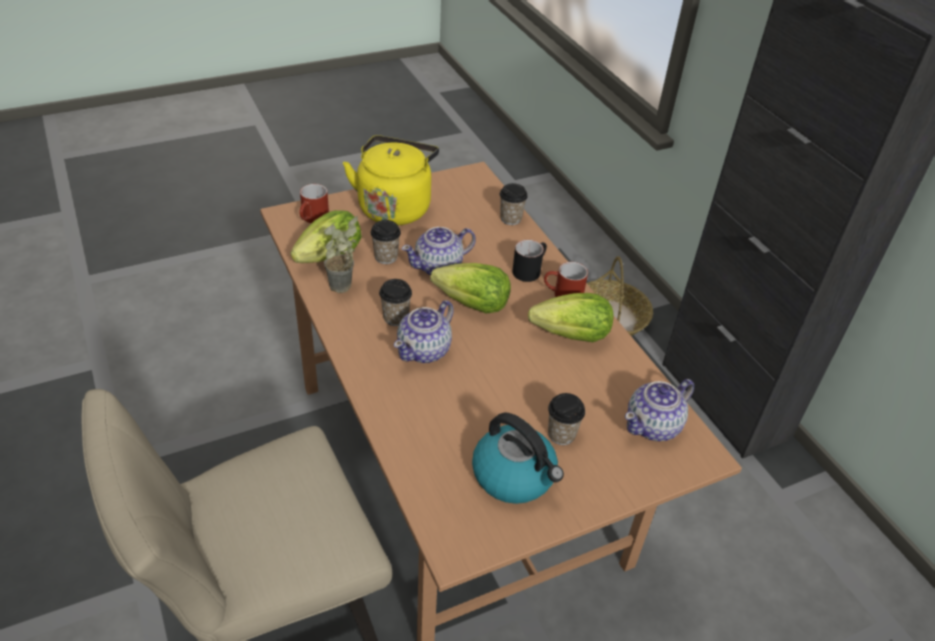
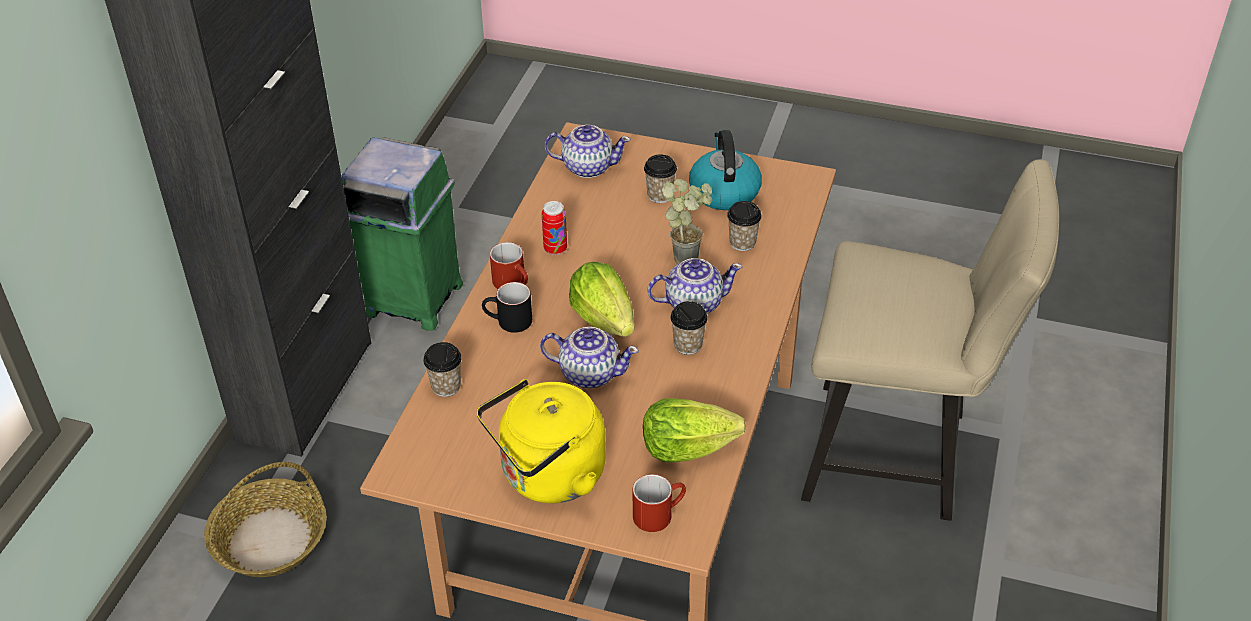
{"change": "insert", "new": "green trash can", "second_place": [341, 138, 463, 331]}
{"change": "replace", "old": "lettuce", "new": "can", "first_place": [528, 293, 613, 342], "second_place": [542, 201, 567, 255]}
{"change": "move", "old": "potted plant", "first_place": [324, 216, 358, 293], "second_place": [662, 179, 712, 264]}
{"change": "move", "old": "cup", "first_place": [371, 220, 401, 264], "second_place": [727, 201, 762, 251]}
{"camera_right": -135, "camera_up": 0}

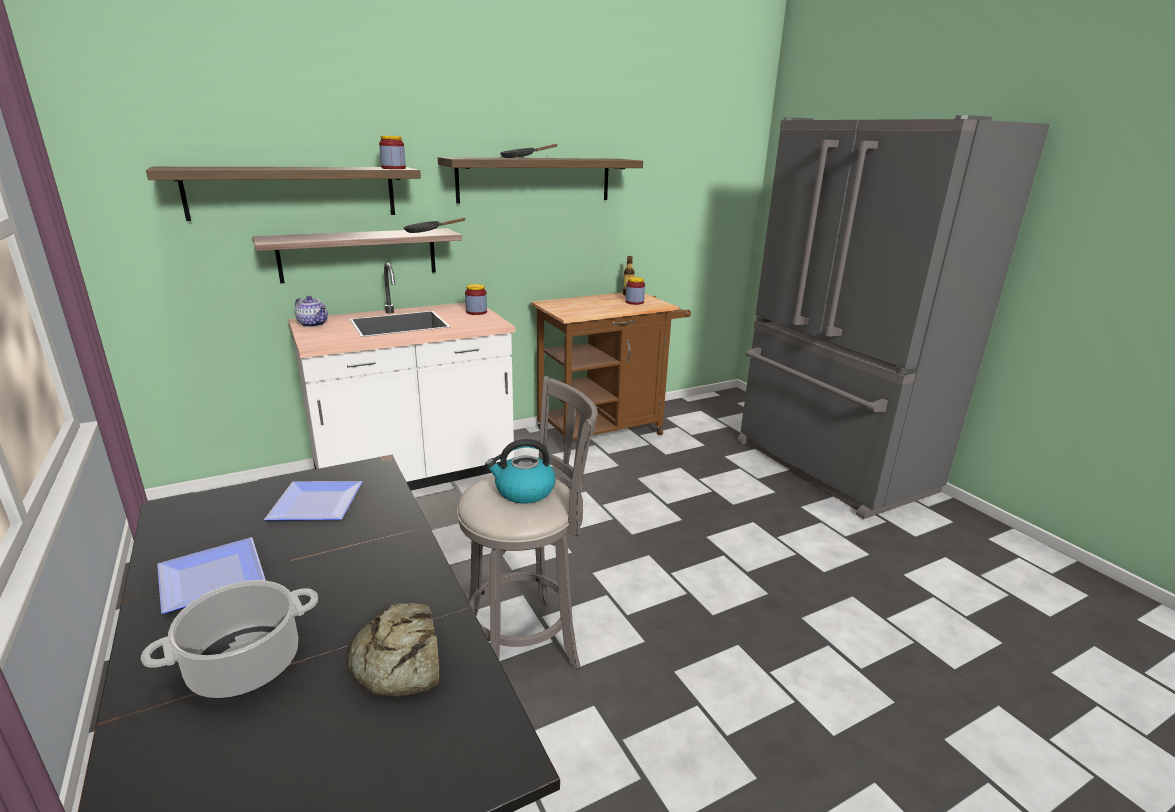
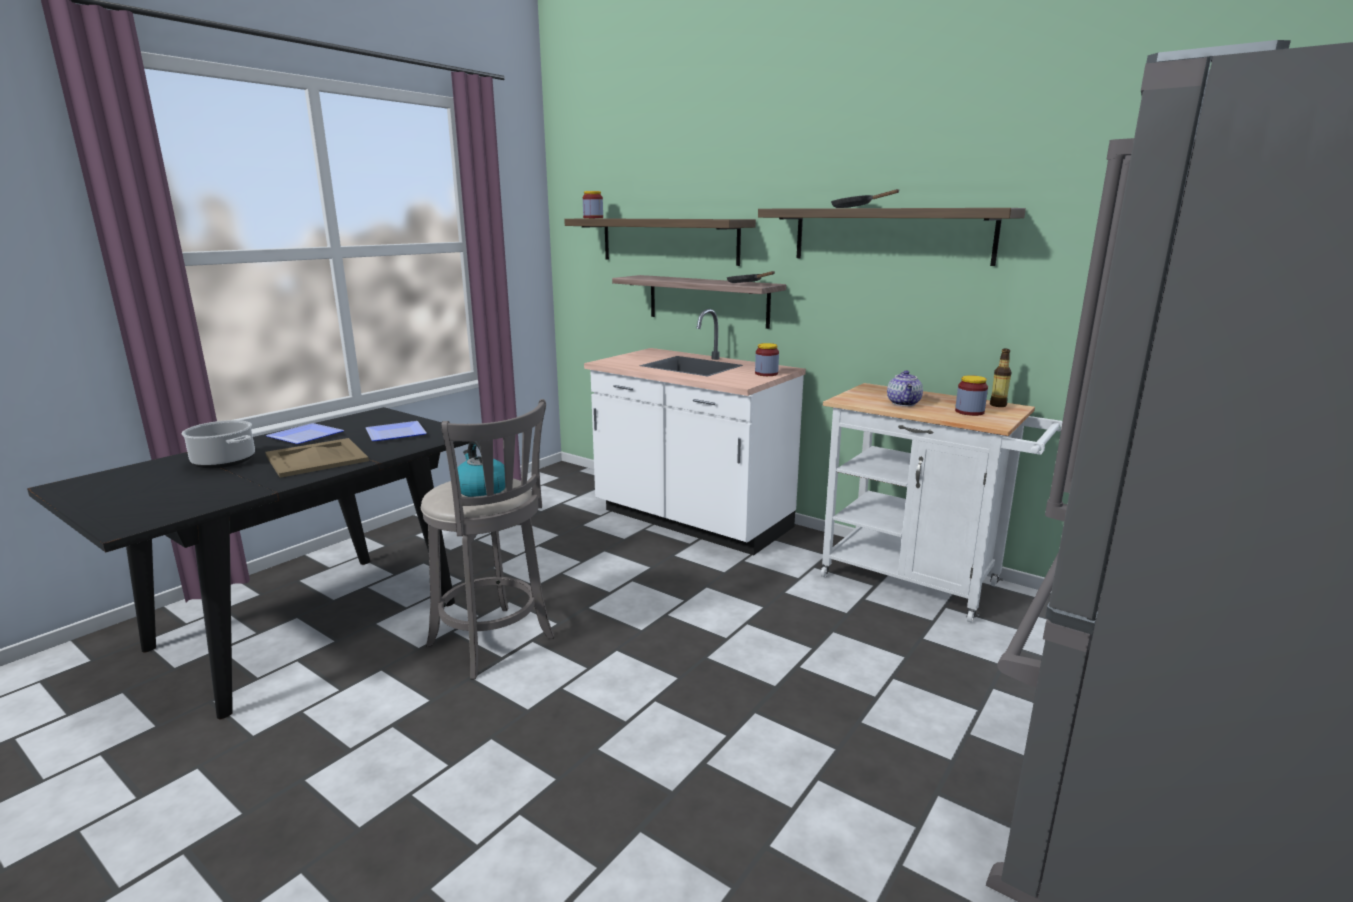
{"change": "insert", "new": "beige tray", "second_place": [265, 438, 369, 478]}
{"change": "move", "old": "jar", "first_place": [379, 136, 406, 169], "second_place": [583, 191, 603, 218]}
{"change": "recolor", "old": "brown cart", "new": "white cart", "first_place": [531, 292, 691, 454], "second_place": [821, 383, 1063, 623]}
{"change": "move", "old": "teapot", "first_place": [295, 296, 328, 327], "second_place": [887, 370, 923, 406]}
{"change": "delete", "old": "bread", "first_place": [348, 603, 439, 697]}
{"camera_right": 65, "camera_up": -5}

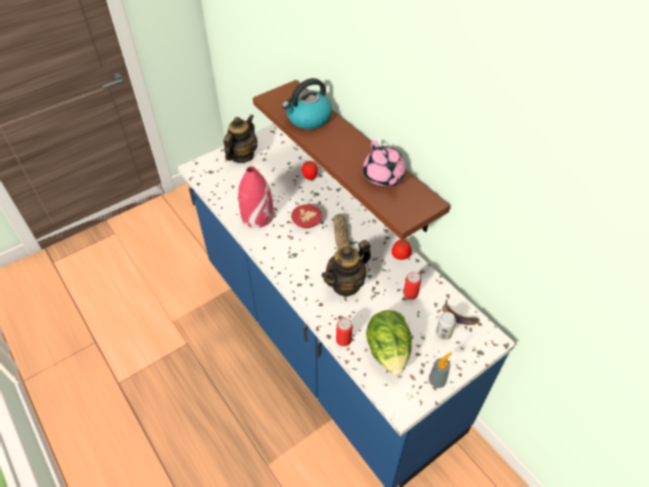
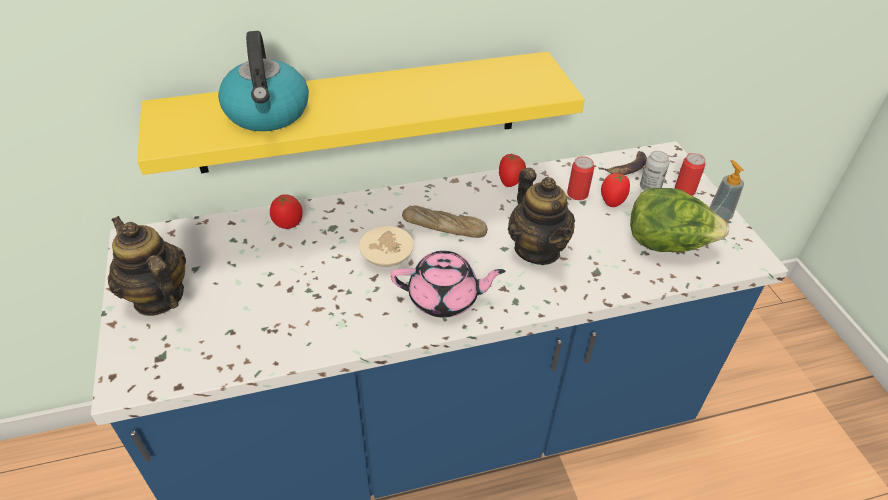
{"change": "recolor", "old": "brown shelf", "new": "yellow shelf", "first_place": [253, 80, 450, 240], "second_place": [137, 52, 585, 175]}
{"change": "recolor", "old": "red bowl", "new": "beige bowl", "first_place": [291, 204, 322, 228], "second_place": [359, 226, 414, 267]}
{"change": "move", "old": "pink teapot", "first_place": [363, 140, 406, 186], "second_place": [390, 251, 505, 318]}
{"change": "insert", "new": "tomato", "second_place": [601, 173, 630, 207]}
{"change": "move", "old": "can", "first_place": [336, 318, 352, 346], "second_place": [674, 153, 706, 196]}
{"change": "delete", "old": "red vase", "first_place": [238, 166, 274, 228]}
{"camera_right": -70, "camera_up": -5}

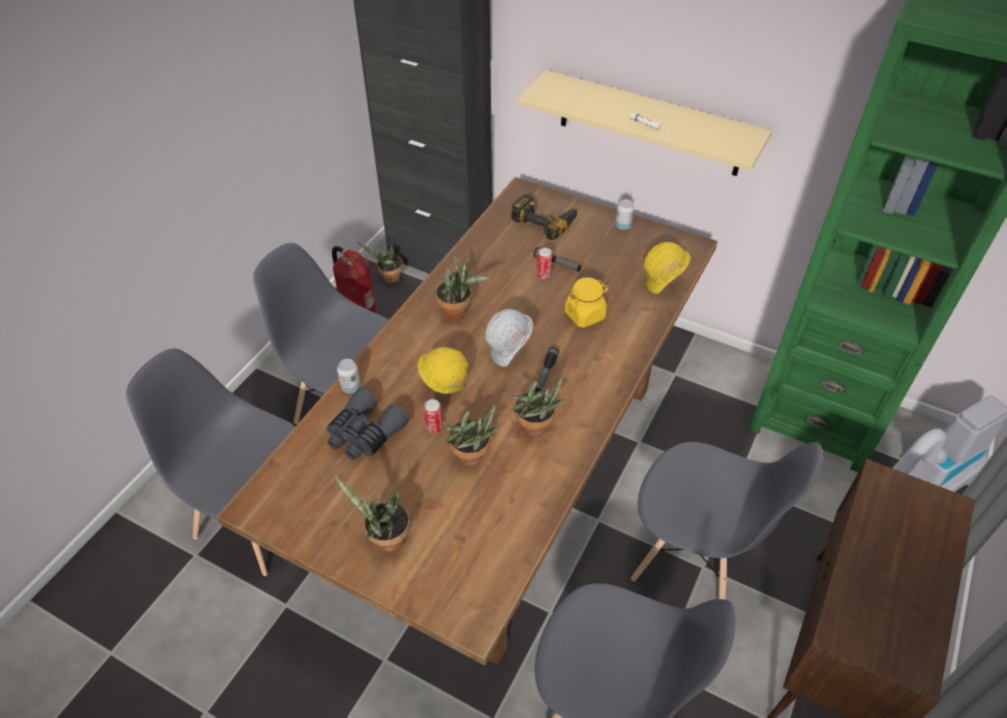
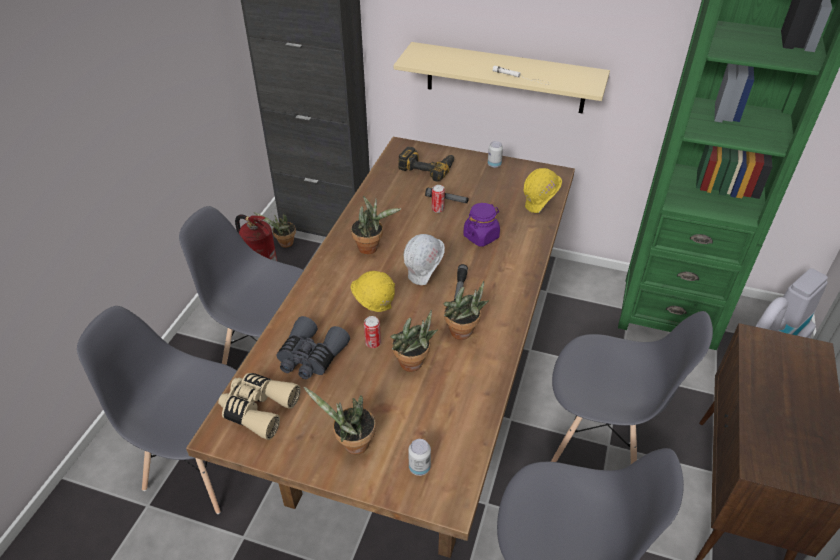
{"change": "insert", "new": "beige binoculars", "second_place": [218, 373, 301, 440]}
{"change": "move", "old": "can", "first_place": [337, 359, 361, 393], "second_place": [408, 439, 431, 476]}
{"change": "recolor", "old": "yellow jar", "new": "purple jar", "first_place": [565, 277, 608, 328], "second_place": [463, 203, 500, 247]}
{"camera_right": -10, "camera_up": -5}

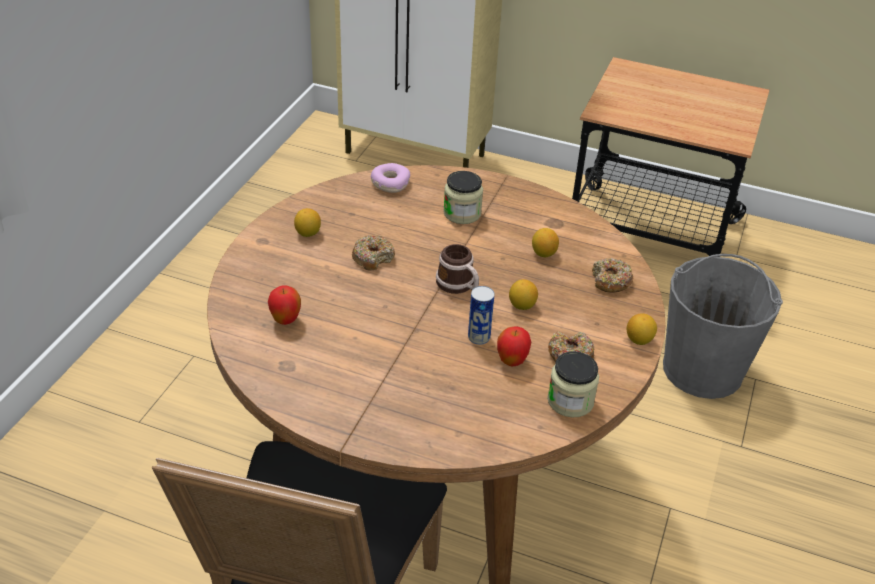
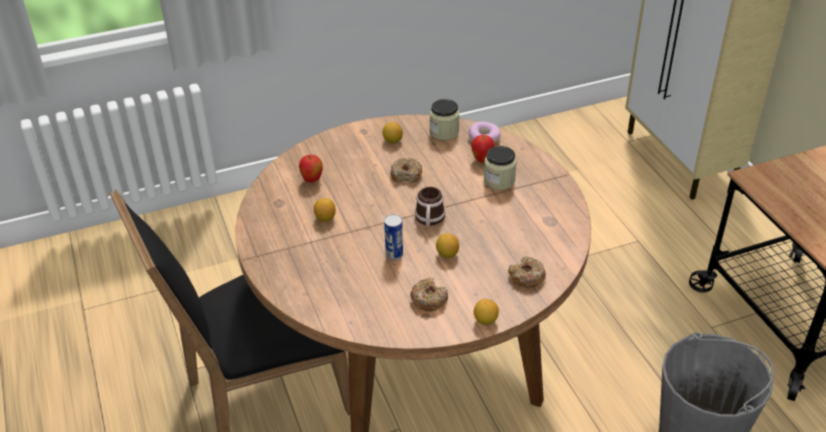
{"change": "move", "old": "lemon", "first_place": [532, 228, 559, 257], "second_place": [314, 198, 336, 222]}
{"change": "move", "old": "jar", "first_place": [547, 351, 599, 417], "second_place": [430, 99, 459, 140]}
{"change": "move", "old": "apple", "first_place": [497, 327, 531, 366], "second_place": [471, 135, 495, 163]}
{"camera_right": 50, "camera_up": 0}

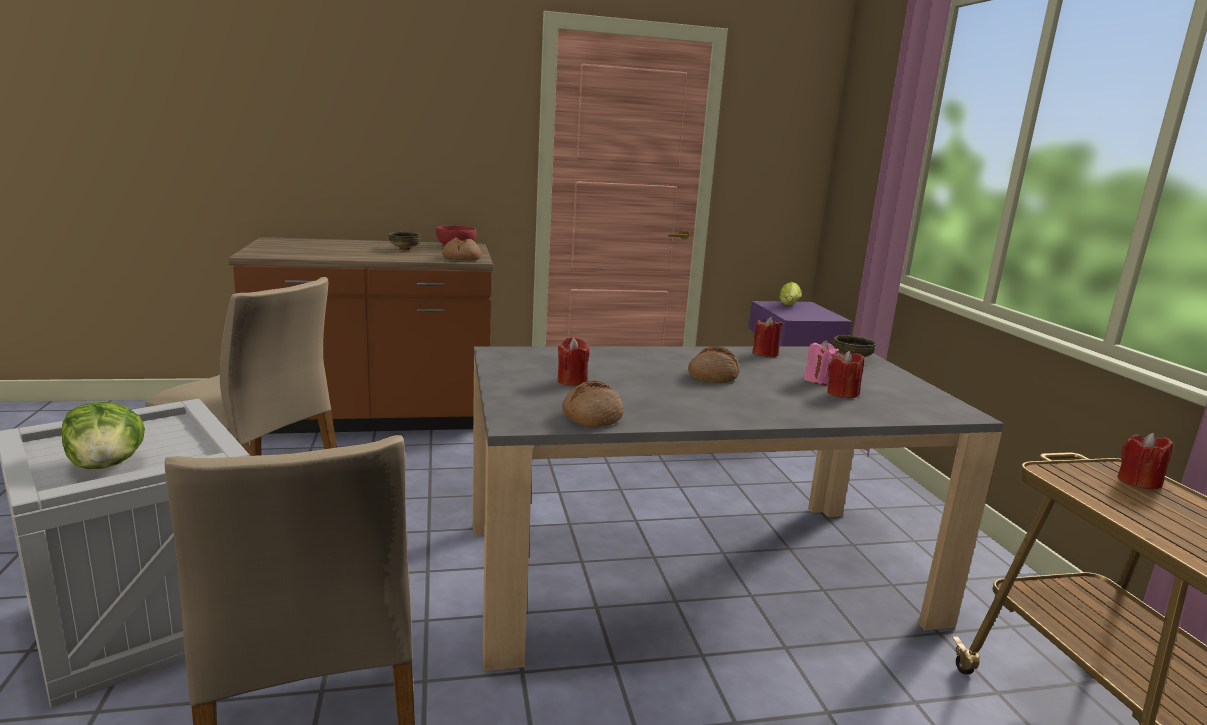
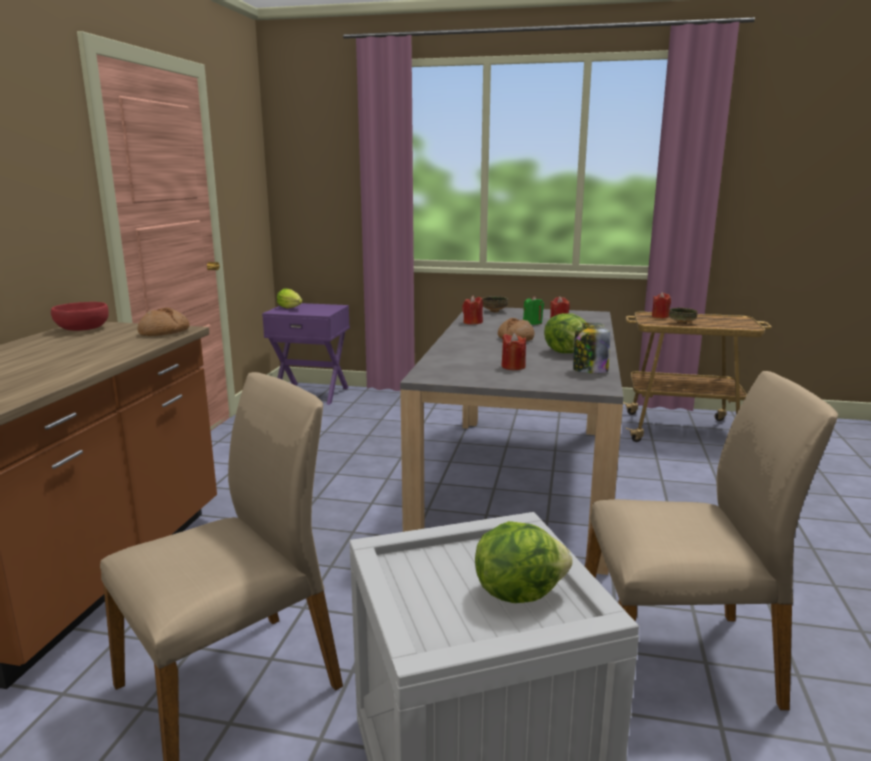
{"change": "recolor", "old": "pink candle", "new": "green candle", "first_place": [804, 340, 839, 385], "second_place": [523, 296, 544, 325]}
{"change": "insert", "new": "lettuce", "second_place": [544, 313, 586, 353]}
{"change": "replace", "old": "bread", "new": "jar", "first_place": [562, 380, 624, 427], "second_place": [573, 323, 610, 373]}
{"change": "move", "old": "bowl", "first_place": [389, 232, 421, 250], "second_place": [669, 308, 698, 324]}
{"camera_right": -65, "camera_up": 0}

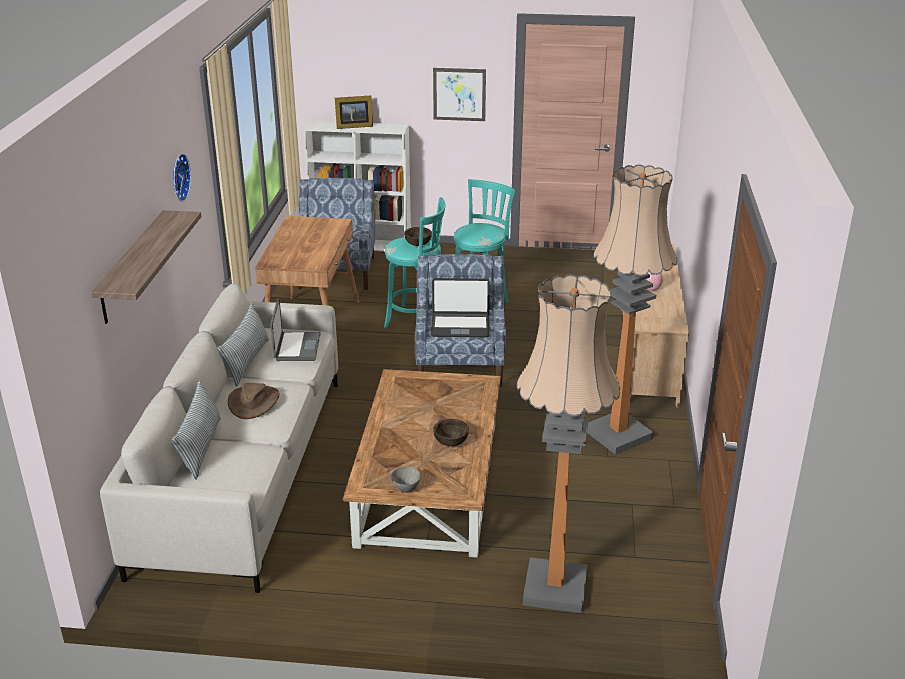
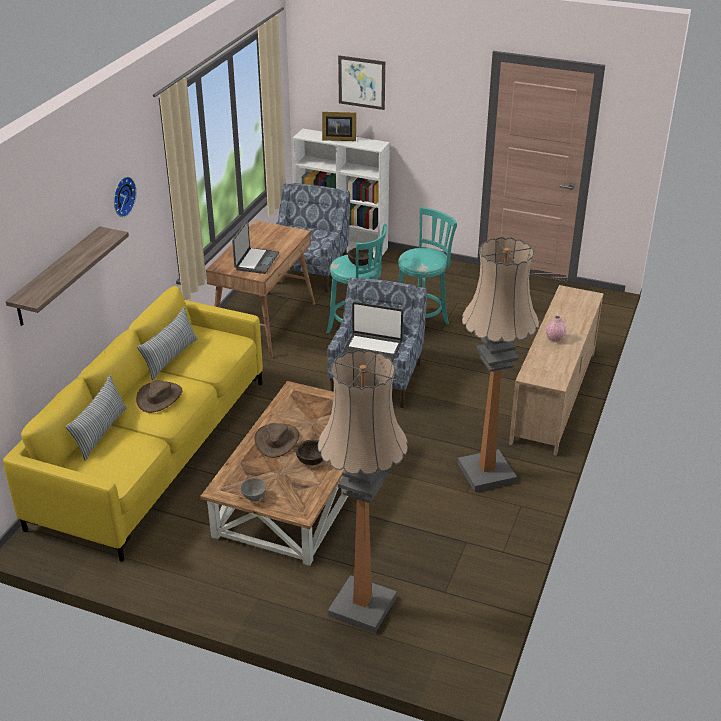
{"change": "recolor", "old": "grey sofa", "new": "yellow sofa", "first_place": [100, 283, 338, 593], "second_place": [3, 286, 263, 562]}
{"change": "move", "old": "laptop", "first_place": [270, 299, 321, 361], "second_place": [232, 220, 279, 274]}
{"change": "insert", "new": "brown hat", "second_place": [254, 423, 299, 458]}
{"change": "move", "old": "picture", "first_place": [433, 68, 486, 121], "second_place": [338, 55, 385, 110]}
{"camera_right": 15, "camera_up": 5}

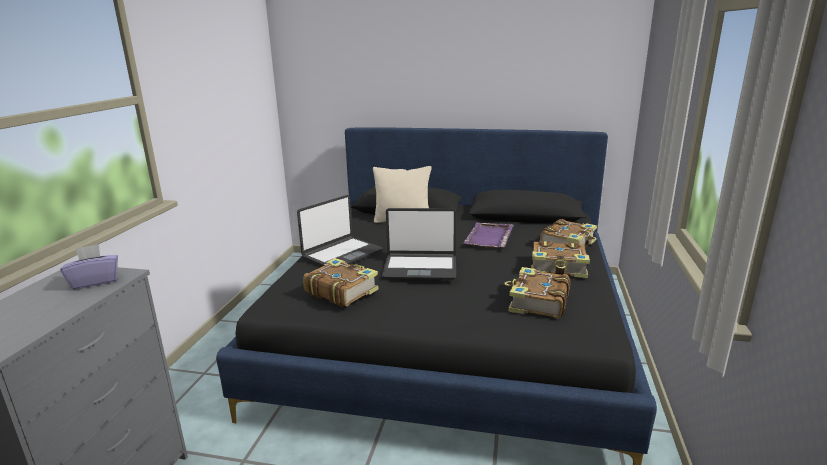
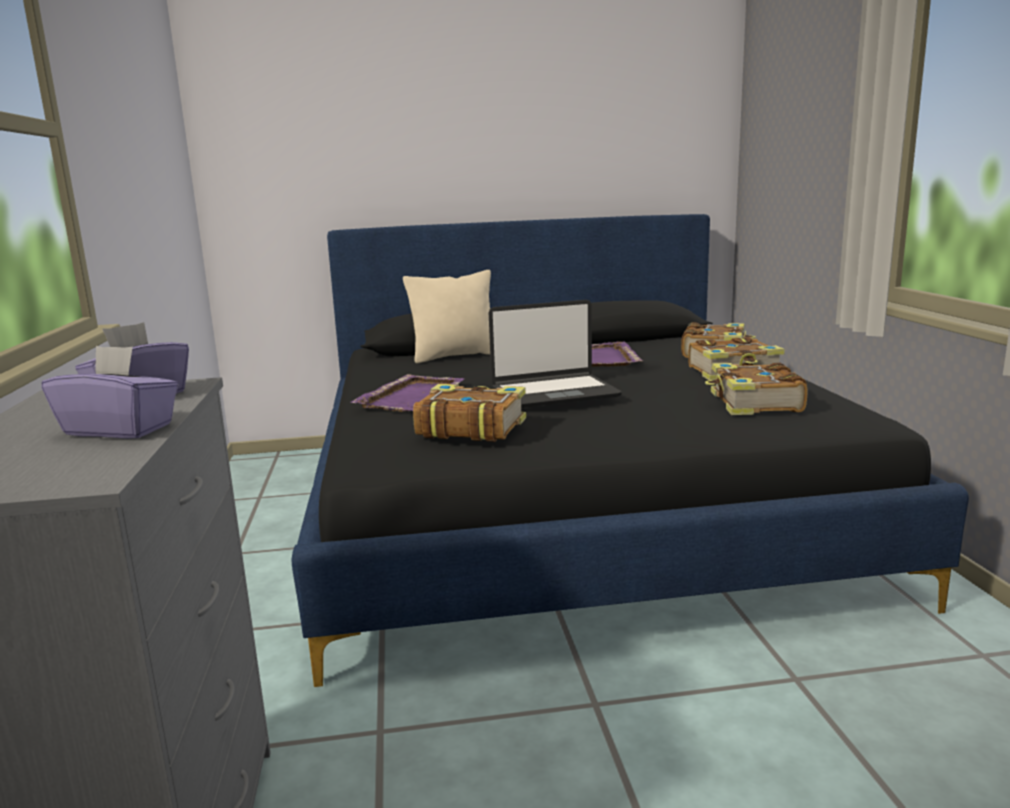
{"change": "insert", "new": "purple tissue box", "second_place": [41, 346, 178, 439]}
{"change": "replace", "old": "laptop", "new": "purple tray", "first_place": [297, 195, 383, 266], "second_place": [350, 374, 464, 412]}
{"camera_right": -20, "camera_up": -5}

